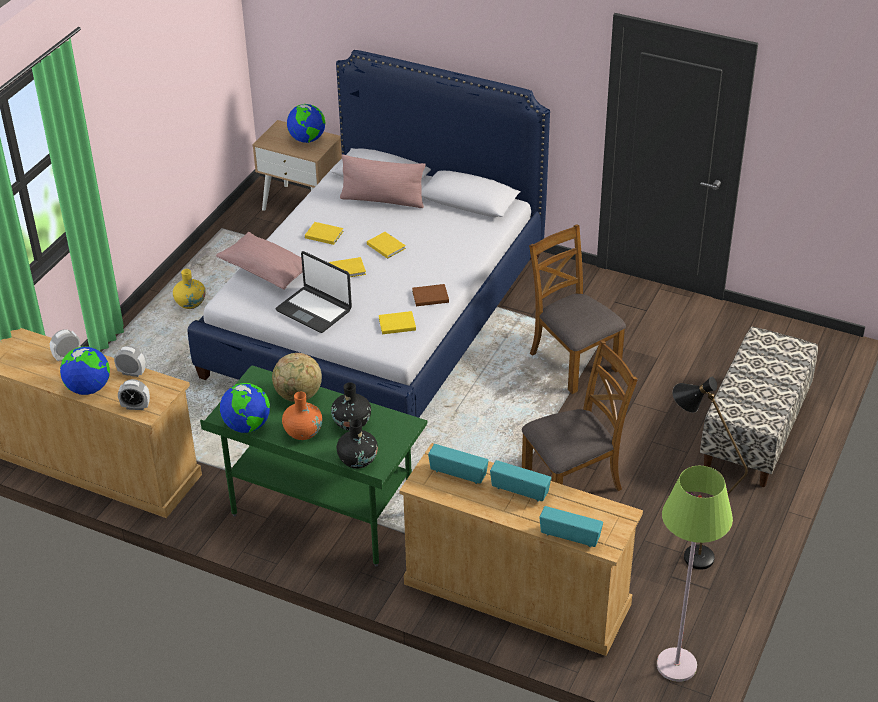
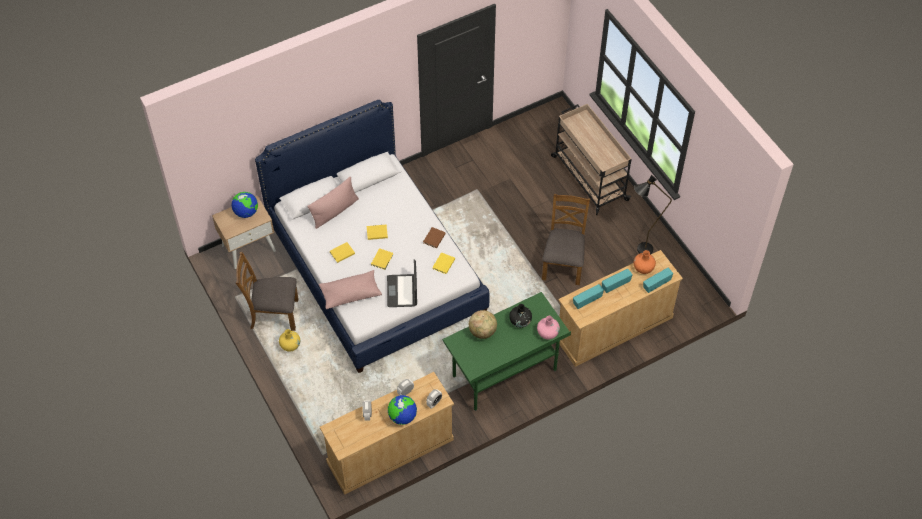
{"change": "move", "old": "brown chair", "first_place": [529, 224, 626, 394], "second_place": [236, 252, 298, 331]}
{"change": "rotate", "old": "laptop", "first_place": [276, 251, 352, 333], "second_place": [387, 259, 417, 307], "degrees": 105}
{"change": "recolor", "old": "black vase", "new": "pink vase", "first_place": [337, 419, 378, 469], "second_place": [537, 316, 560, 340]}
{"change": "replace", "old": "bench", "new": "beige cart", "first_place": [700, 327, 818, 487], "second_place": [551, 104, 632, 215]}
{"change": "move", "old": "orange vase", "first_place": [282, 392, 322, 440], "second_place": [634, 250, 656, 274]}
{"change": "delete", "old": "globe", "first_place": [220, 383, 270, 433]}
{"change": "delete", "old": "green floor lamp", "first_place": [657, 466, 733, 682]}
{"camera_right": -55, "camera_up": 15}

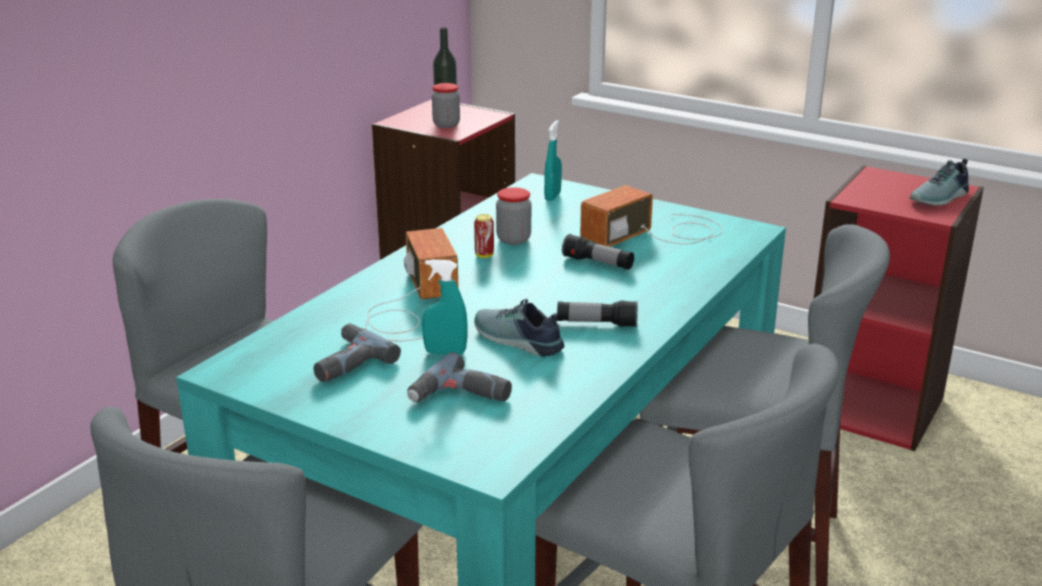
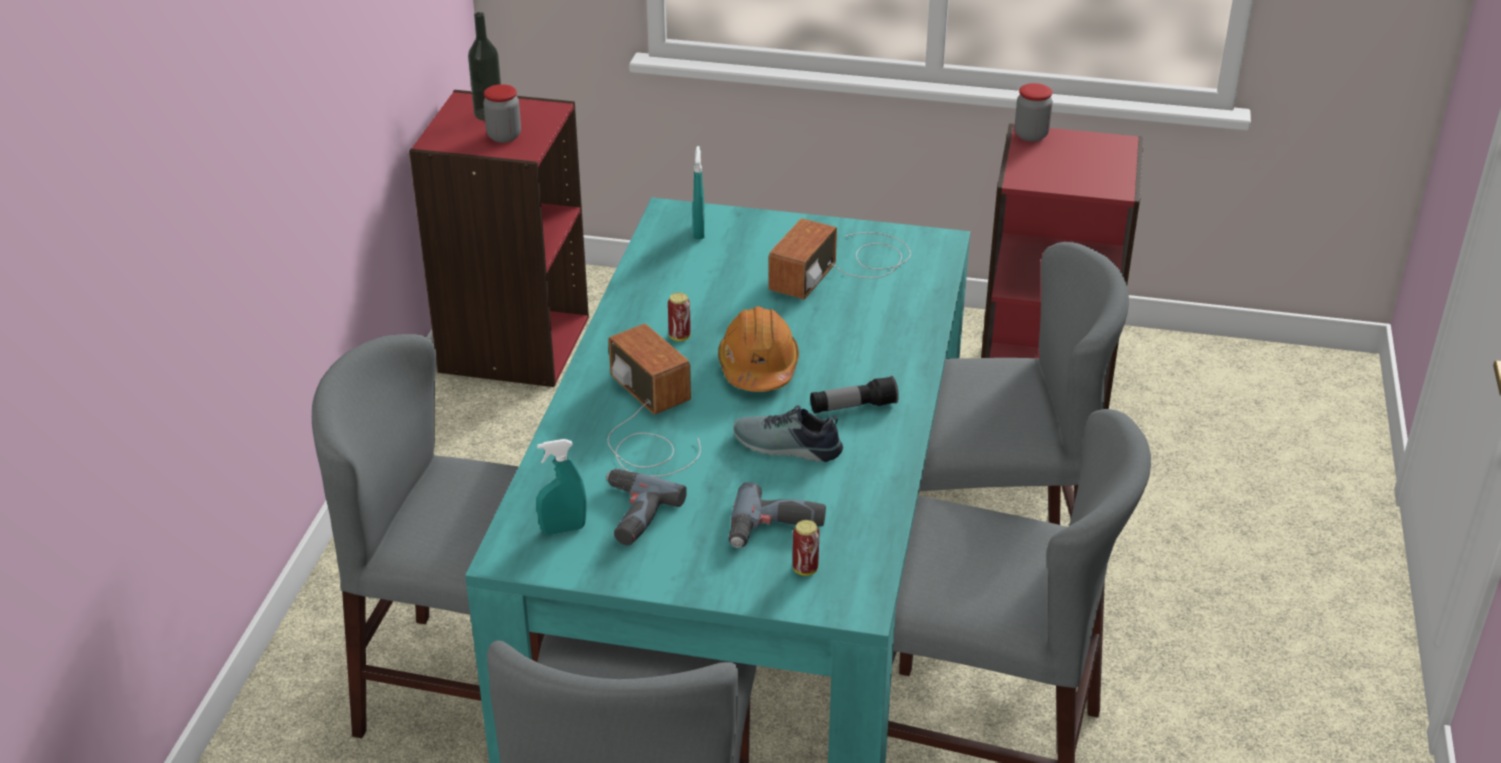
{"change": "move", "old": "turquoise spray bottle", "first_place": [422, 259, 467, 354], "second_place": [536, 439, 586, 535]}
{"change": "insert", "new": "orange hard hat", "second_place": [718, 306, 799, 392]}
{"change": "insert", "new": "can", "second_place": [793, 520, 819, 576]}
{"change": "move", "old": "jar", "first_place": [496, 187, 531, 245], "second_place": [1015, 83, 1053, 141]}
{"change": "delete", "old": "flashlight", "first_place": [562, 234, 634, 270]}
{"change": "delete", "old": "shoe", "first_place": [909, 158, 969, 205]}
{"camera_right": -20, "camera_up": 10}

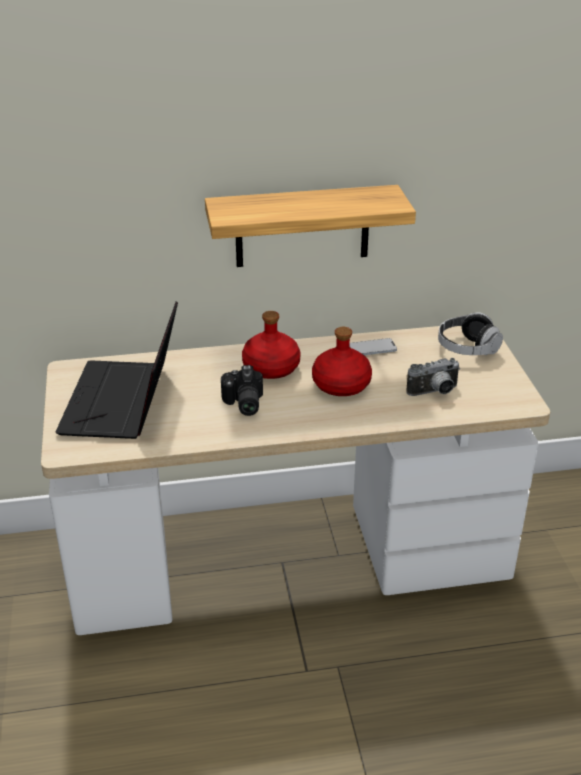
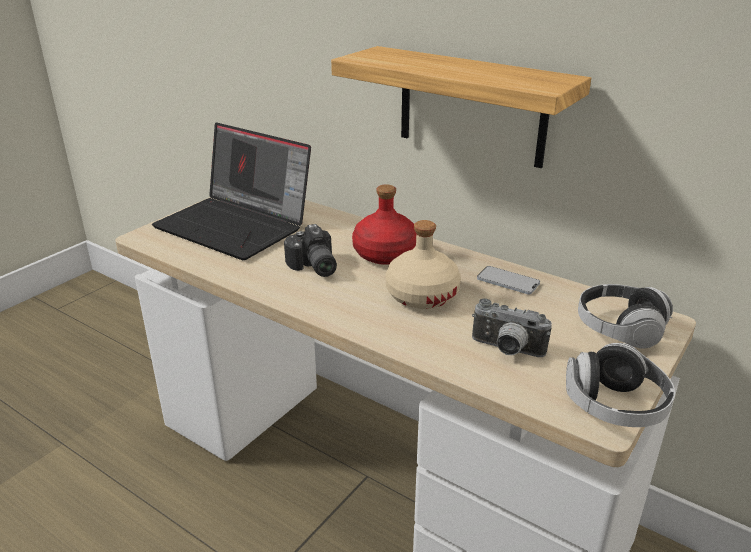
{"change": "rotate", "old": "laptop", "first_place": [56, 301, 178, 439], "second_place": [152, 122, 311, 260], "degrees": -105}
{"change": "rotate", "old": "photo camera", "first_place": [221, 365, 263, 416], "second_place": [284, 224, 337, 277], "degrees": -60}
{"change": "recolor", "old": "red bottle", "new": "beige bottle", "first_place": [312, 327, 372, 396], "second_place": [386, 220, 461, 309]}
{"change": "insert", "new": "headphones", "second_place": [566, 343, 675, 427]}
{"camera_right": 45, "camera_up": -5}

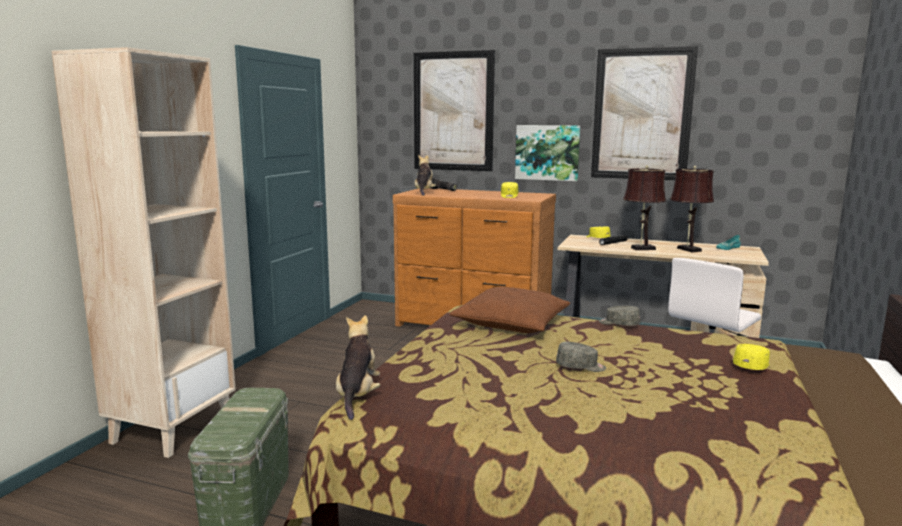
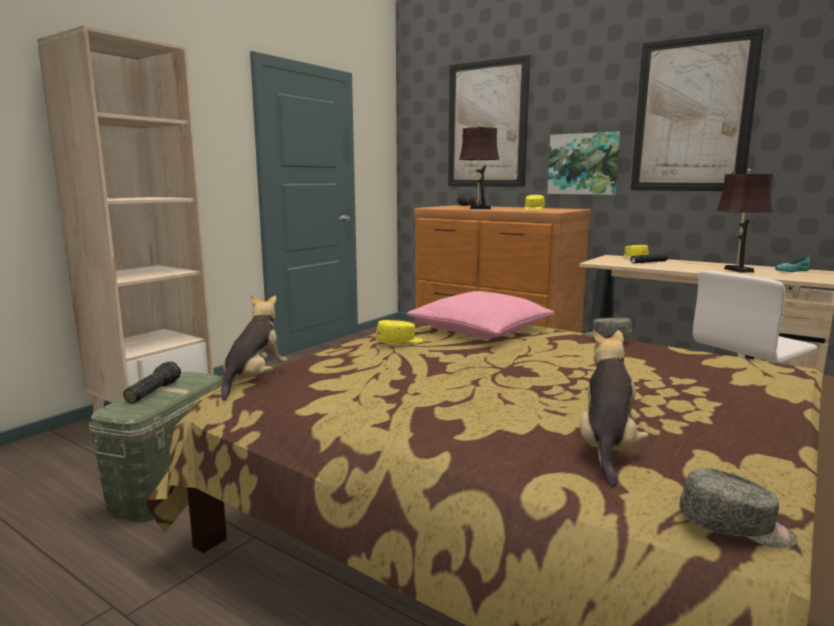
{"change": "insert", "new": "flashlight", "second_place": [123, 361, 181, 403]}
{"change": "move", "old": "yellow cap", "first_place": [733, 344, 770, 370], "second_place": [376, 320, 422, 344]}
{"change": "recolor", "old": "brown pillow", "new": "pink pillow", "first_place": [449, 287, 570, 333], "second_place": [407, 291, 555, 339]}
{"change": "move", "old": "brown table lamp", "first_place": [623, 165, 666, 250], "second_place": [459, 124, 499, 209]}
{"change": "move", "old": "plush toy", "first_place": [414, 155, 436, 196], "second_place": [580, 330, 649, 486]}
{"change": "move", "old": "grey cap", "first_place": [556, 342, 606, 372], "second_place": [679, 468, 798, 548]}
{"camera_right": 15, "camera_up": 0}

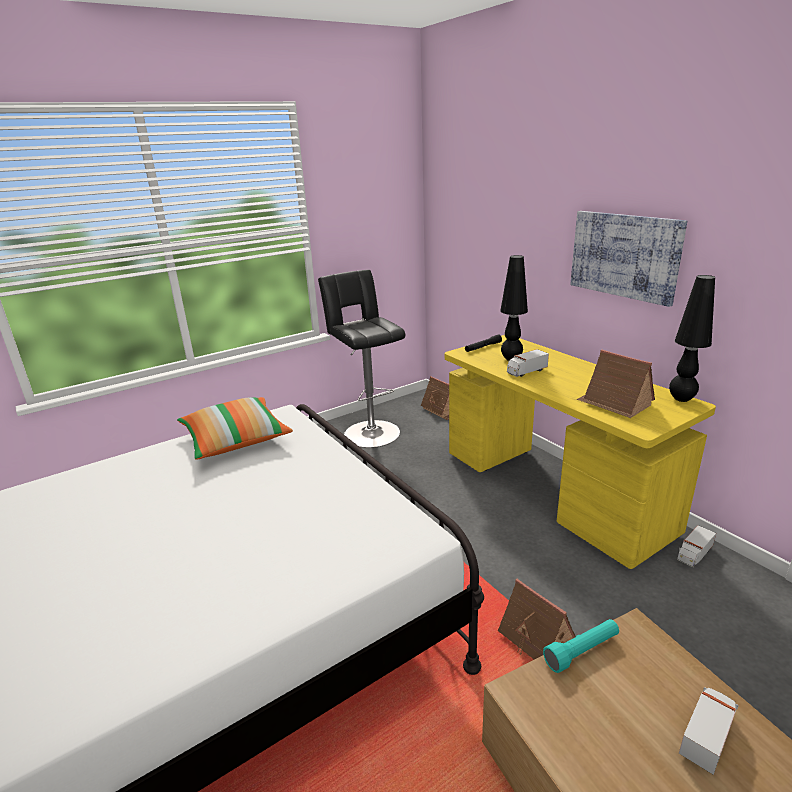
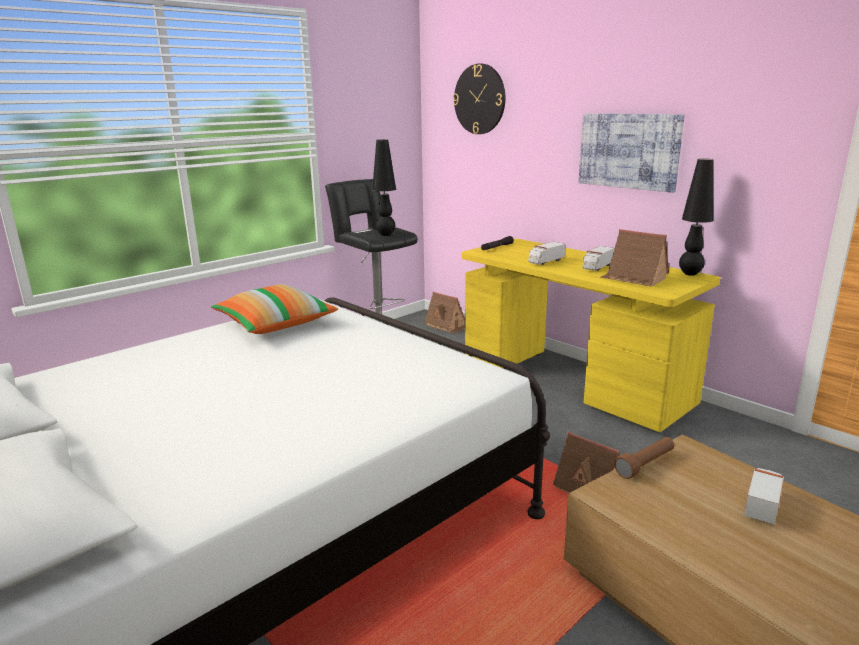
{"change": "move", "old": "black table lamp", "first_place": [500, 255, 528, 361], "second_place": [372, 139, 396, 236]}
{"change": "insert", "new": "wall clock", "second_place": [453, 64, 505, 134]}
{"change": "move", "old": "toy truck", "first_place": [677, 525, 716, 567], "second_place": [583, 246, 615, 271]}
{"change": "recolor", "old": "turquoise flashlight", "new": "brown flashlight", "first_place": [543, 619, 619, 673], "second_place": [614, 437, 674, 479]}
{"camera_right": -10, "camera_up": -5}

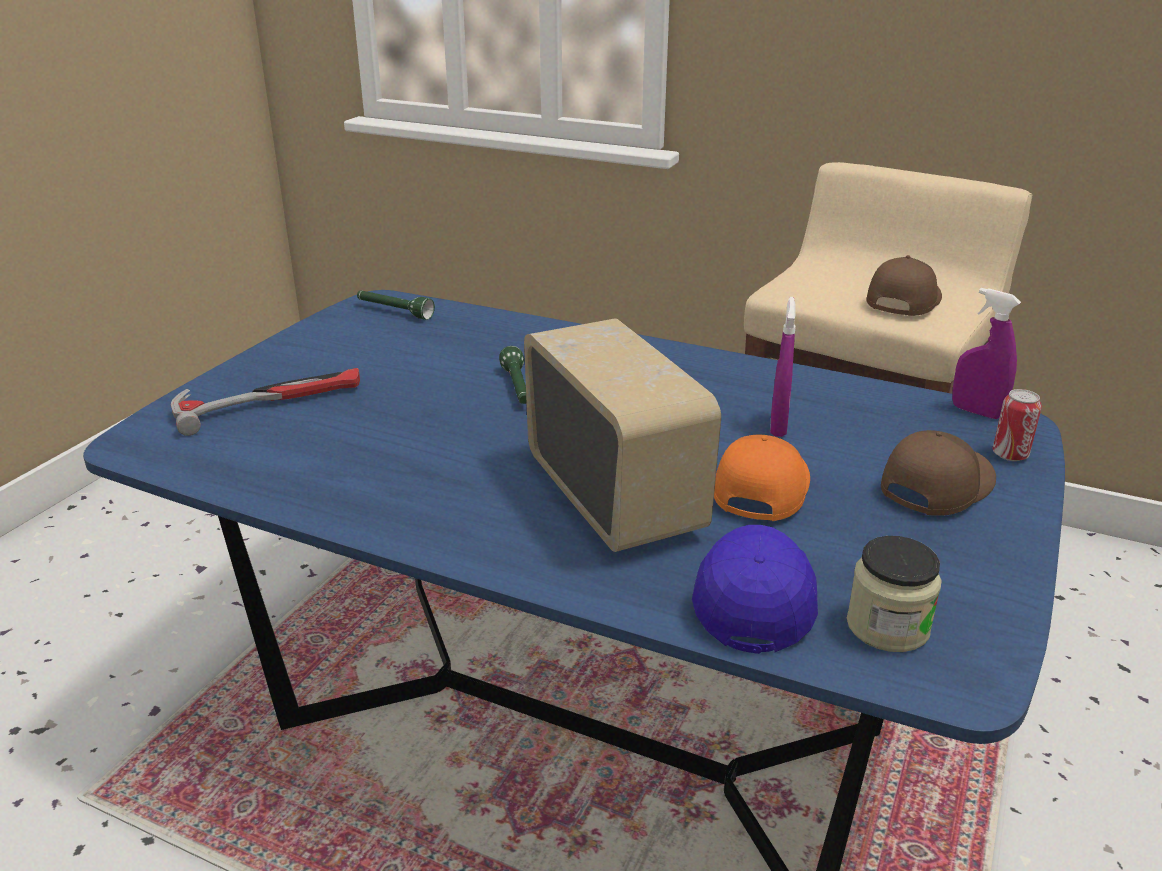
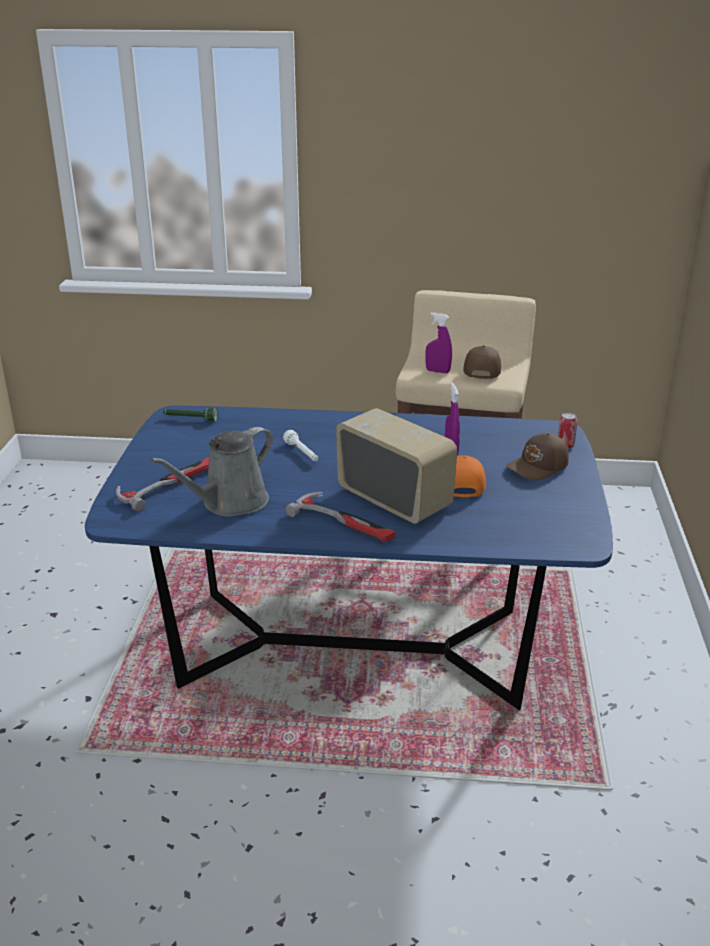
{"change": "insert", "new": "grey watering can", "second_place": [151, 427, 273, 517]}
{"change": "recolor", "old": "green flashlight", "new": "white flashlight", "first_place": [499, 346, 527, 404], "second_place": [283, 430, 318, 461]}
{"change": "insert", "new": "hammer", "second_place": [285, 492, 395, 542]}
{"change": "move", "old": "purple spray bottle", "first_place": [952, 288, 1021, 419], "second_place": [425, 312, 452, 373]}
{"change": "rotate", "old": "brown cap", "first_place": [881, 430, 996, 516], "second_place": [506, 433, 569, 480], "degrees": -150}
{"change": "delete", "old": "blue cap", "first_place": [692, 525, 818, 654]}
{"change": "delete", "old": "jar", "first_place": [847, 536, 942, 652]}
{"camera_right": -20, "camera_up": 0}

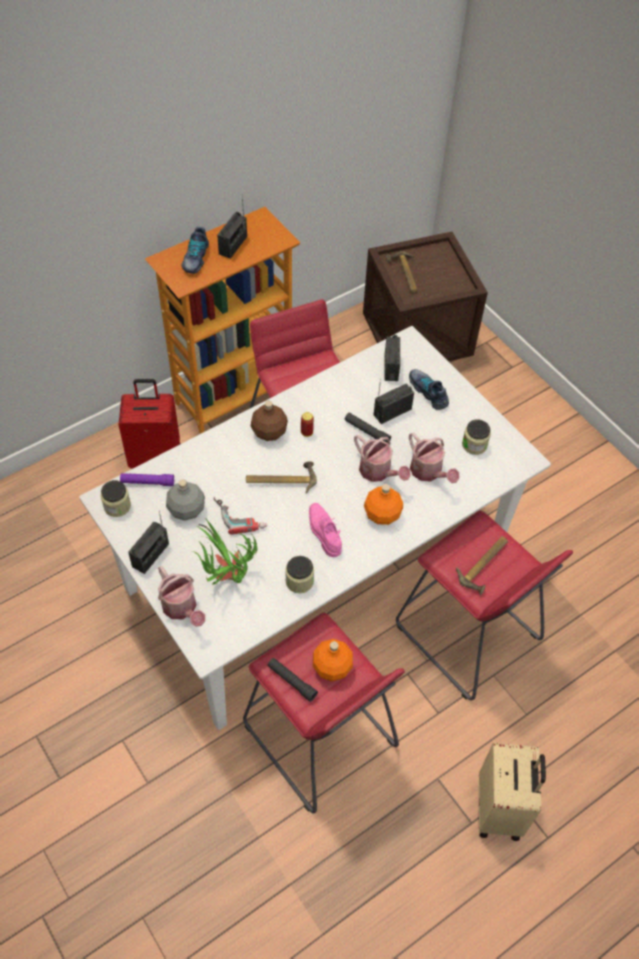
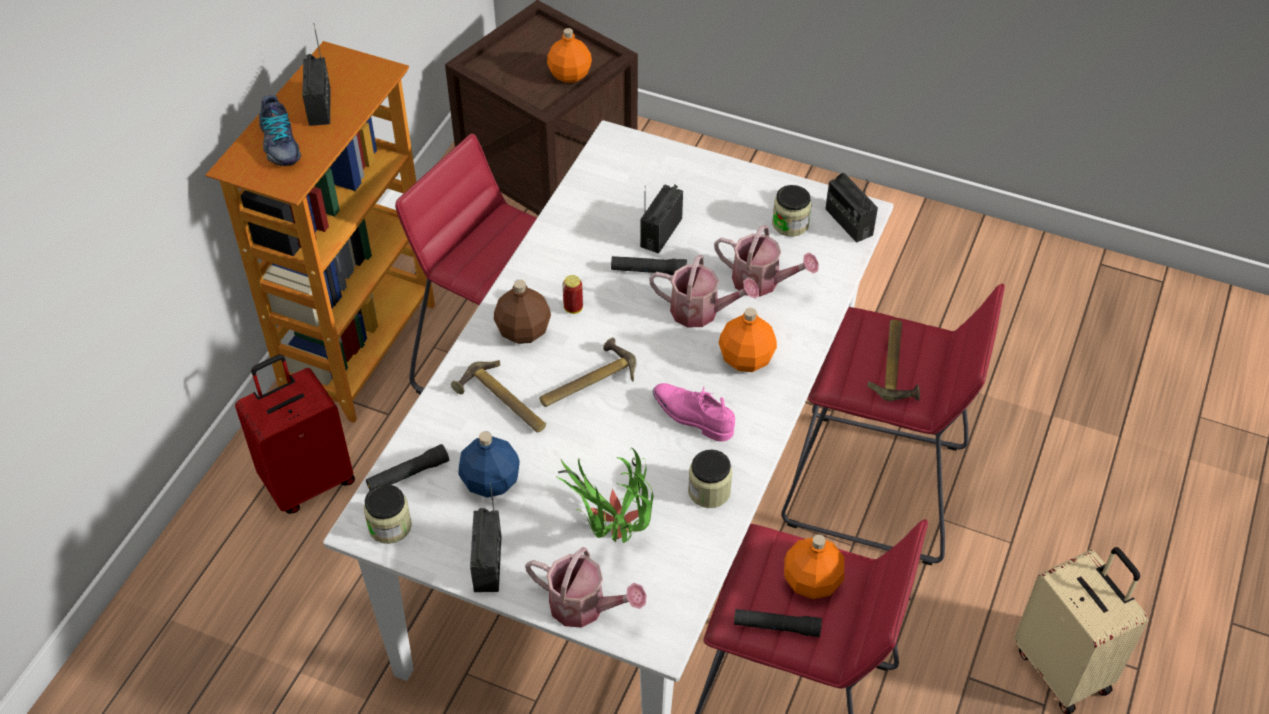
{"change": "recolor", "old": "purple flashlight", "new": "black flashlight", "first_place": [120, 473, 174, 486], "second_place": [366, 444, 449, 490]}
{"change": "move", "old": "hammer", "first_place": [386, 251, 418, 292], "second_place": [451, 360, 546, 433]}
{"change": "recolor", "old": "grey bottle", "new": "blue bottle", "first_place": [166, 479, 205, 520], "second_place": [458, 431, 520, 497]}
{"change": "insert", "new": "orange bottle", "second_place": [547, 28, 592, 83]}
{"change": "move", "old": "radio", "first_place": [385, 335, 400, 381], "second_place": [825, 173, 878, 243]}
{"change": "delete", "old": "power drill", "first_place": [214, 497, 267, 535]}
{"change": "delete", "old": "shoe", "first_place": [409, 369, 449, 410]}
{"camera_right": -30, "camera_up": -5}

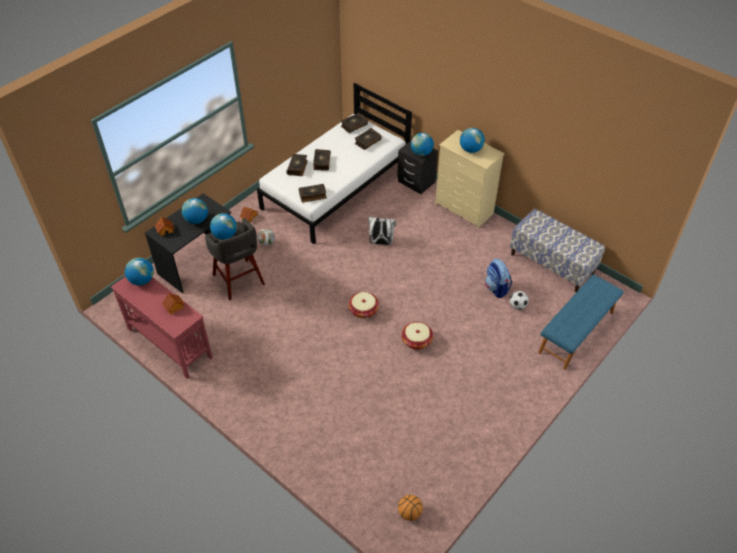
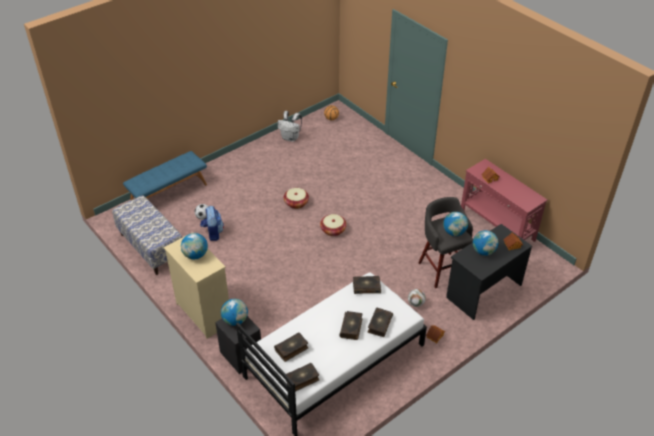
{"change": "move", "old": "white backpack", "first_place": [368, 216, 396, 245], "second_place": [278, 111, 302, 142]}
{"change": "delete", "old": "globe", "first_place": [125, 257, 154, 285]}
{"camera_right": -170, "camera_up": -5}

